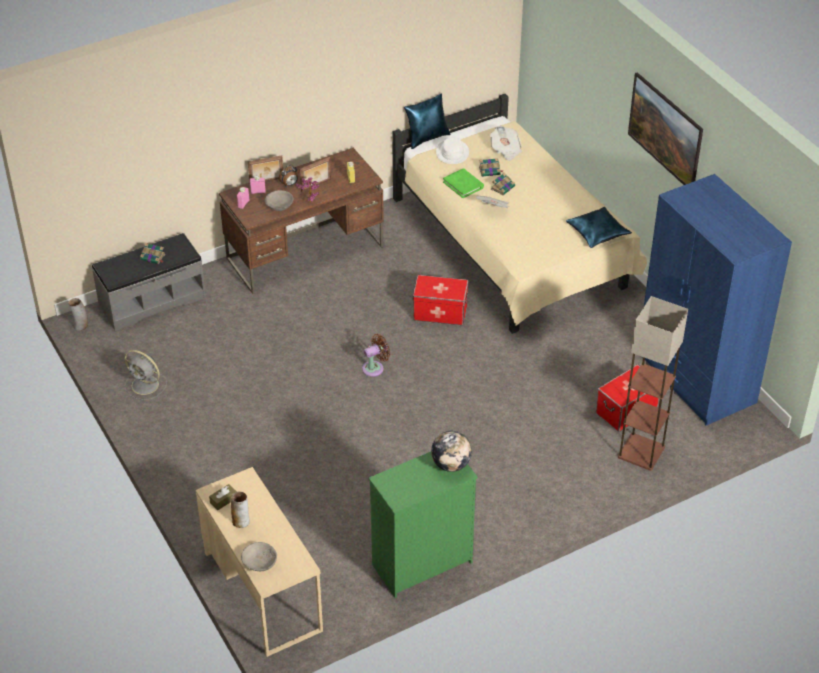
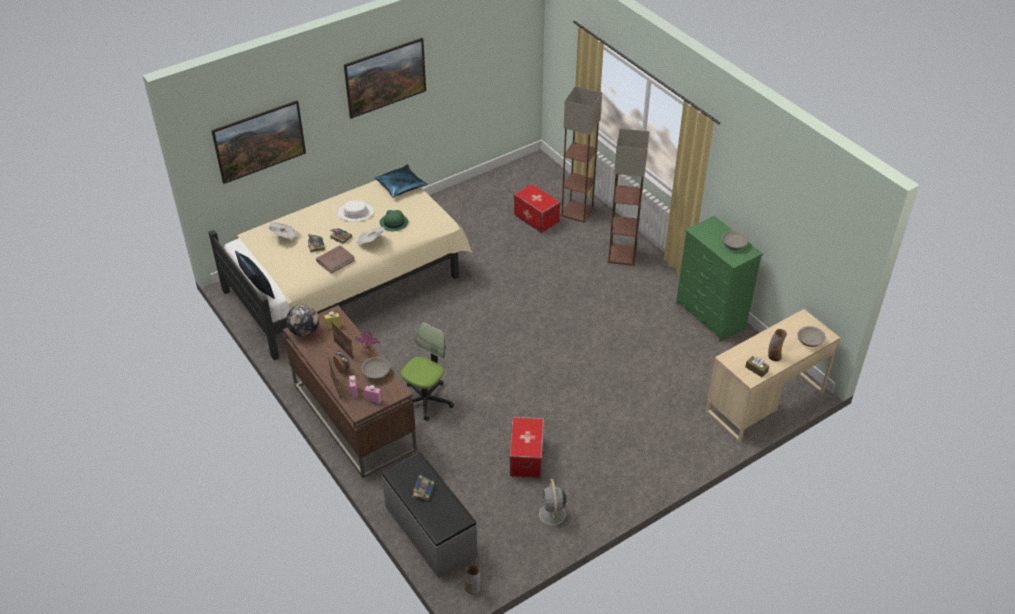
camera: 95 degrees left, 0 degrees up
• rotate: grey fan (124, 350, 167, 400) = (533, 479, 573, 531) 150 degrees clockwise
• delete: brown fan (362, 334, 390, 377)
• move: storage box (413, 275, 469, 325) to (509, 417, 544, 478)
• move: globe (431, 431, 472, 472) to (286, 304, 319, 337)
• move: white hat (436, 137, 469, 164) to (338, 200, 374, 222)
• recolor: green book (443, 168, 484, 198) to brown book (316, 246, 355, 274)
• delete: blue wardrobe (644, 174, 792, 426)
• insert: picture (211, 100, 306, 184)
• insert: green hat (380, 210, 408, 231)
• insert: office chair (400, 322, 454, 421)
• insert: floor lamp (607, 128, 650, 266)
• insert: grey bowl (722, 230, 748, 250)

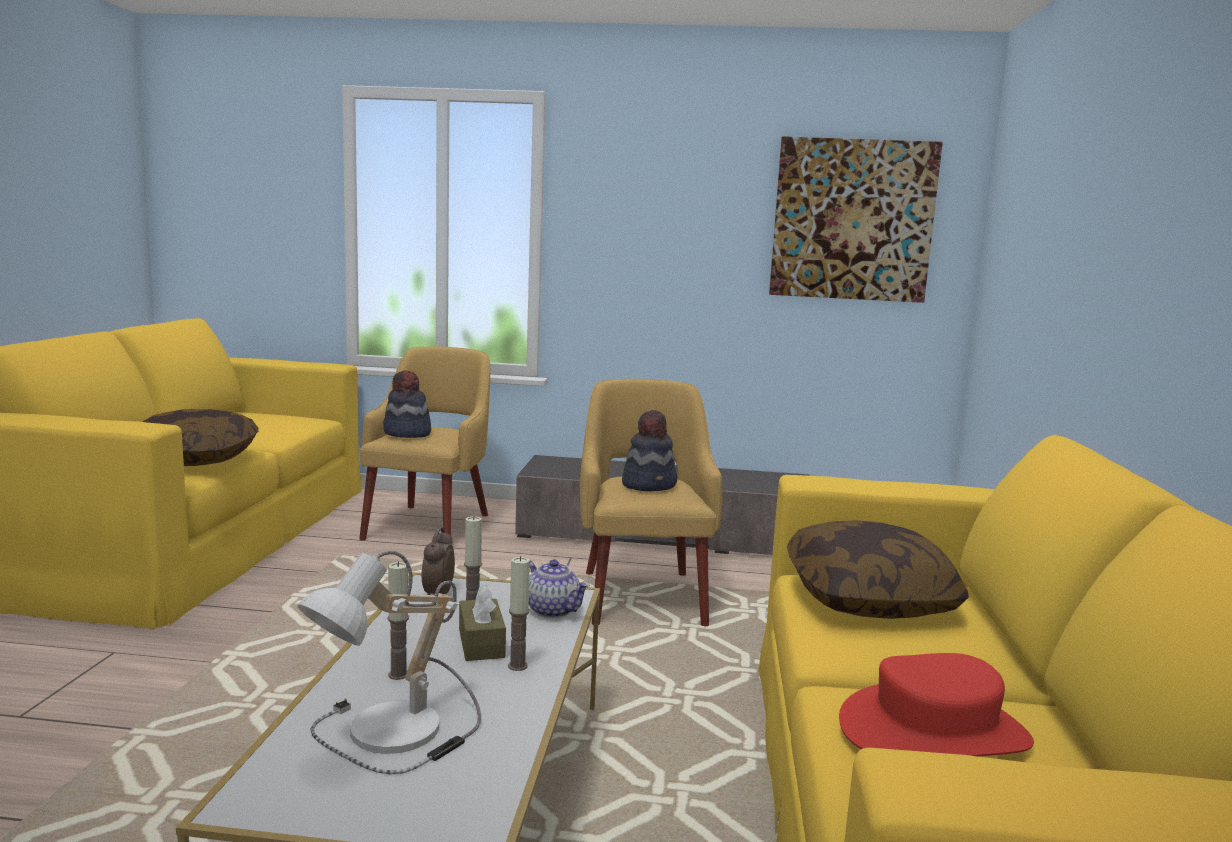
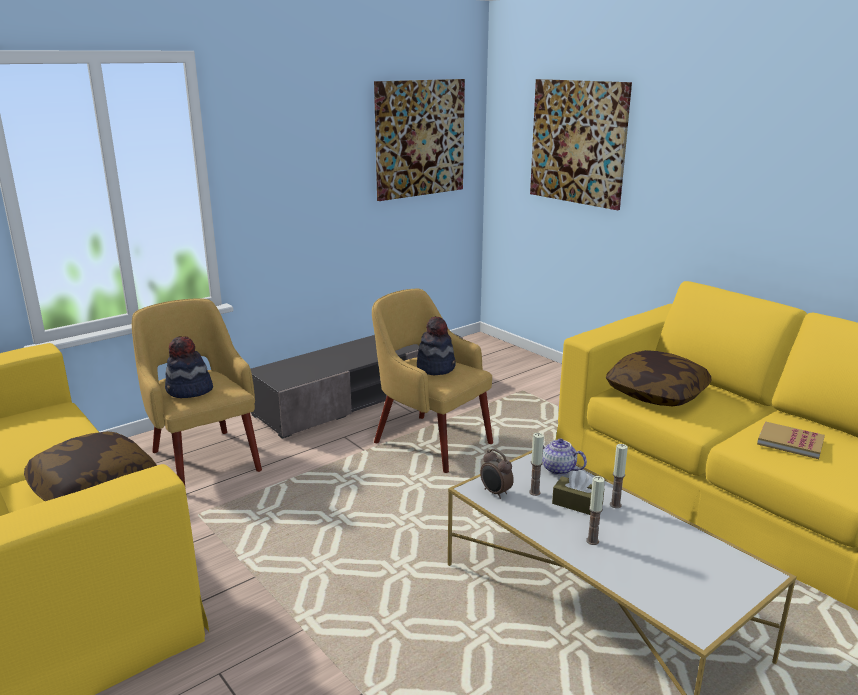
camera: 45 degrees left, 10 degrees up
• delete: table lamp (297, 551, 481, 775)
• rotate: teapot (529, 559, 590, 618) = (542, 438, 587, 475) 135 degrees counterclockwise
• replace: red hat (839, 653, 1034, 757) to book (757, 421, 825, 459)
• insert: picture (530, 79, 632, 210)

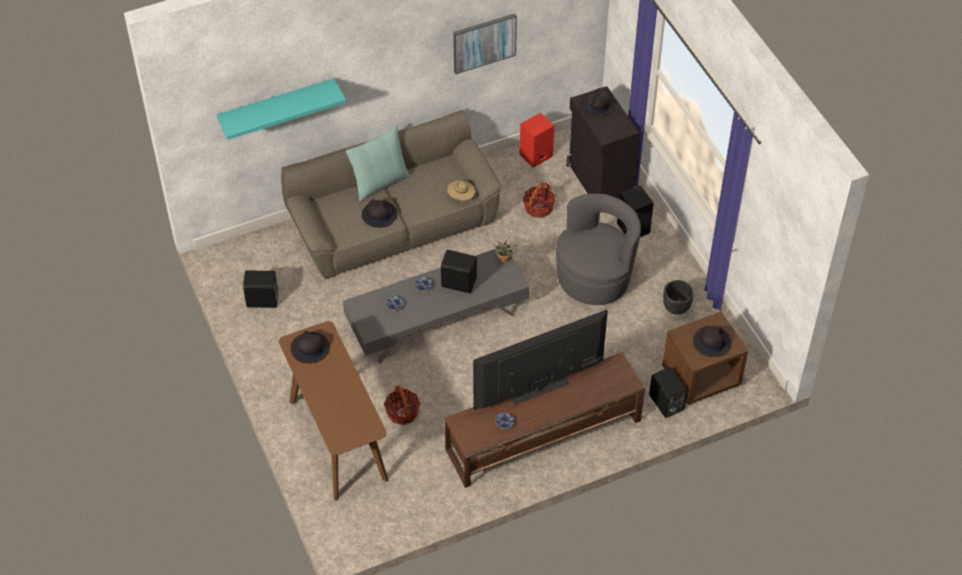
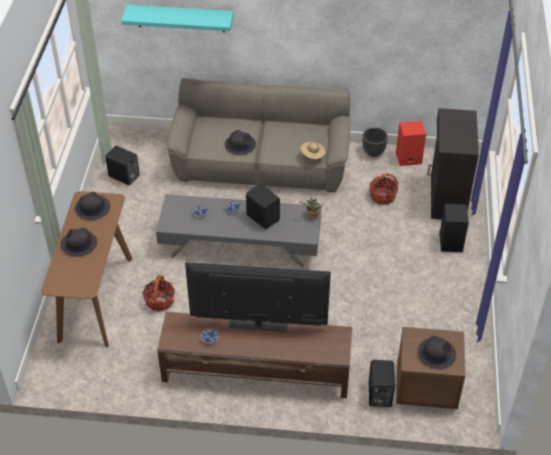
camera: 30 degrees right, 5 degrees down
• delete: pillow (346, 125, 410, 201)
• delete: picture (453, 13, 517, 74)
• delete: grey armchair (556, 194, 641, 305)
• move: black hat (580, 88, 615, 117) to (60, 228, 97, 257)
• move: black planter (663, 280, 694, 315) to (363, 128, 388, 157)

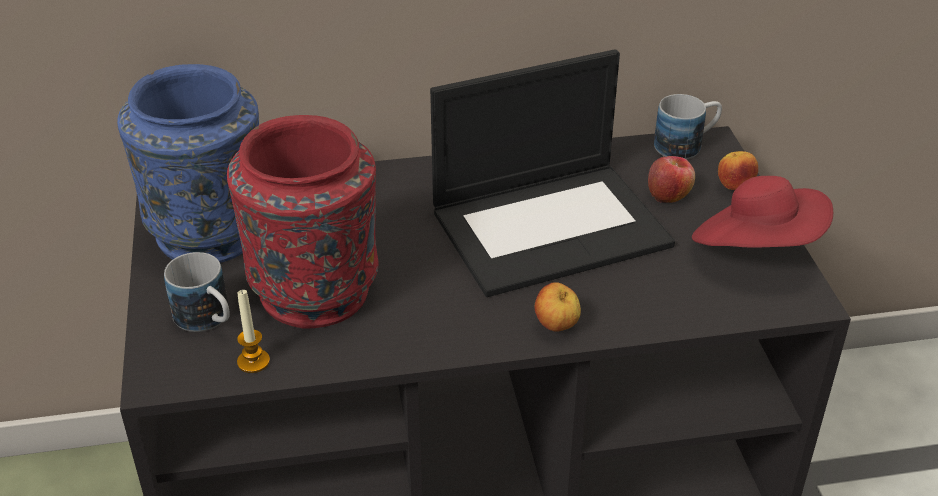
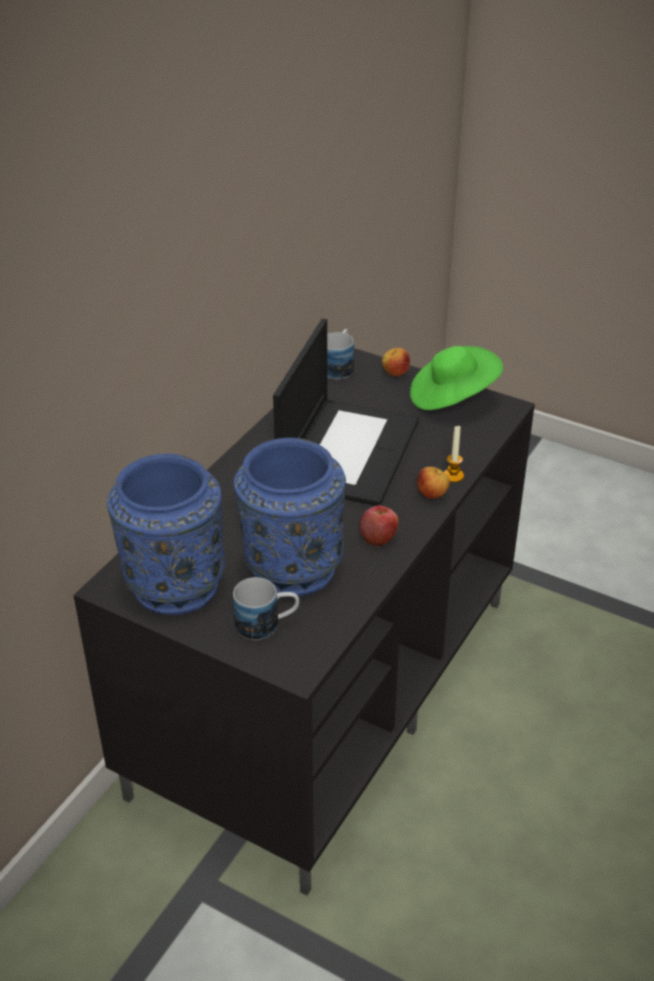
camera: 50 degrees left, 0 degrees up
• recolor: red vase (227, 115, 378, 329) to blue vase (234, 438, 346, 596)
• move: candle (237, 289, 270, 373) to (444, 426, 464, 483)
• move: apple (648, 156, 695, 203) to (359, 506, 399, 547)
• recolor: red hat (692, 176, 833, 248) to green hat (410, 346, 503, 410)

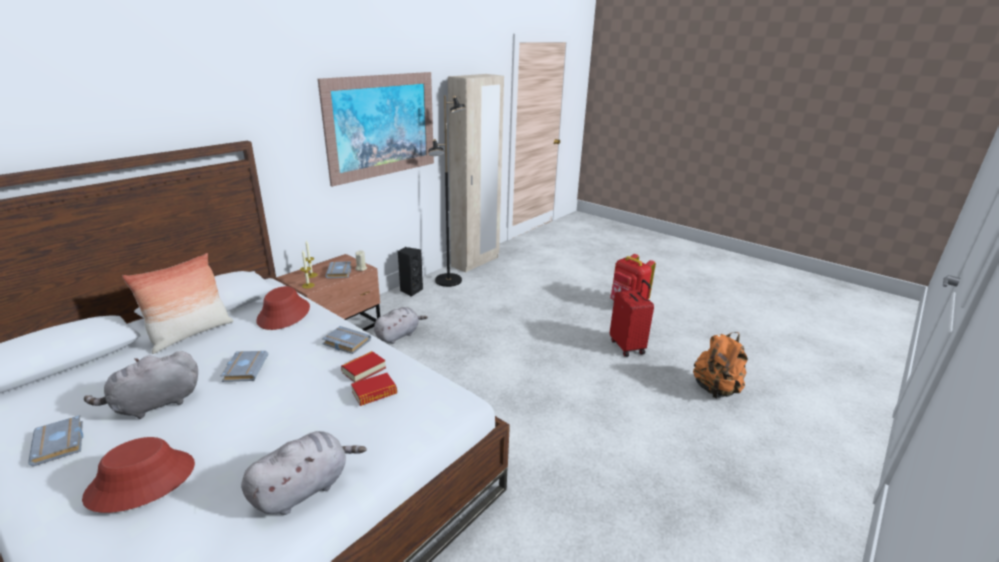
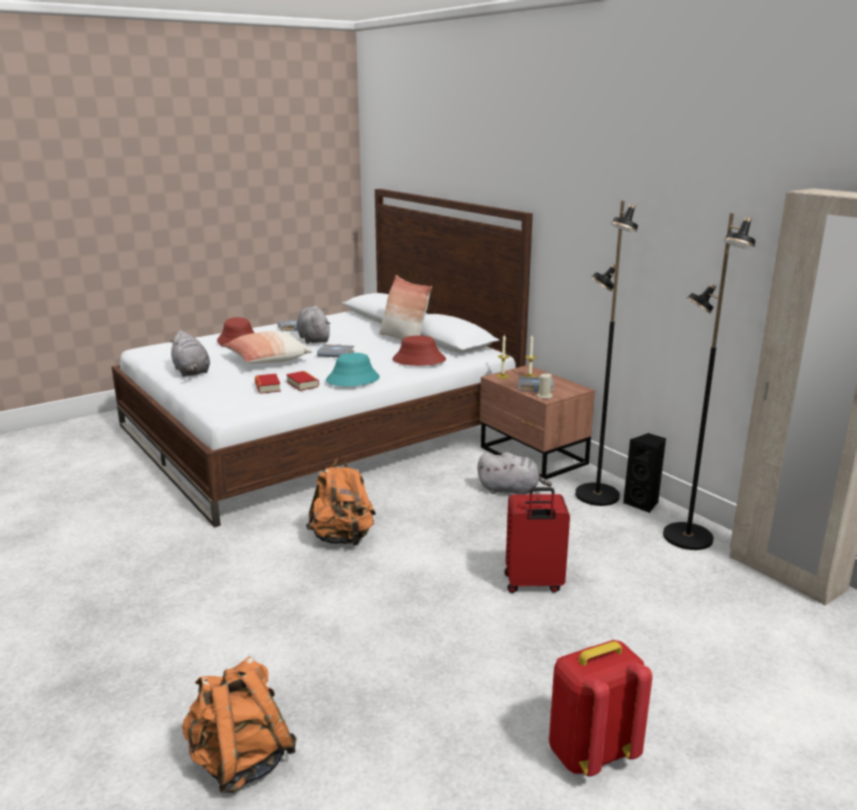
camera: 105 degrees right, 5 degrees down
• delete: picture (318, 72, 434, 187)
• replace: grey book (322, 326, 371, 354) to turquoise hat (326, 353, 380, 386)
• rotate: grey plush toy (374, 307, 428, 344) = (477, 452, 552, 494) 45 degrees counterclockwise
• move: red suitcase (610, 280, 654, 357) to (504, 487, 570, 593)
• insert: pillow (223, 331, 312, 364)
• insert: orange backpack (306, 456, 376, 546)
• insert: black floor lamp (575, 200, 638, 506)

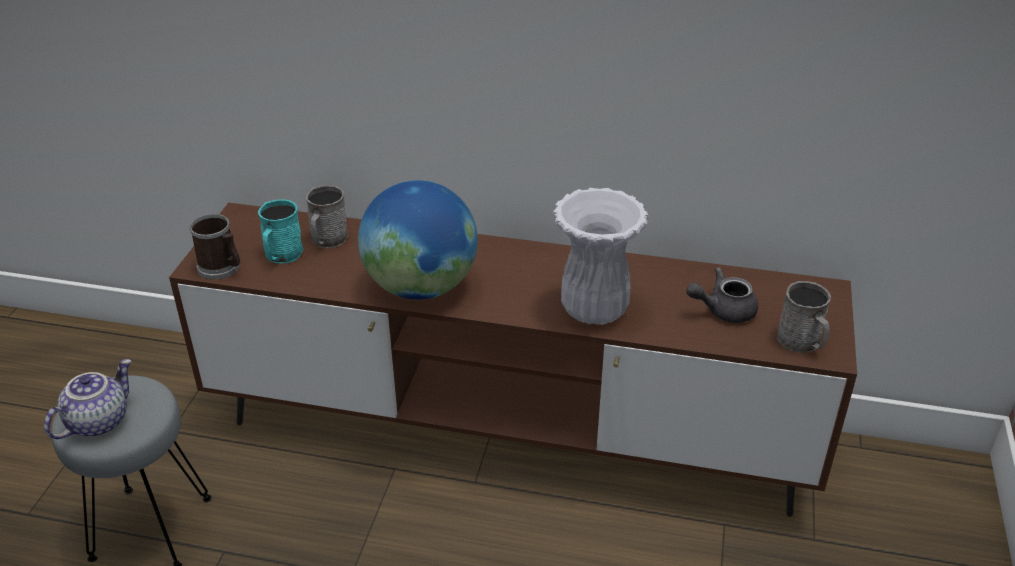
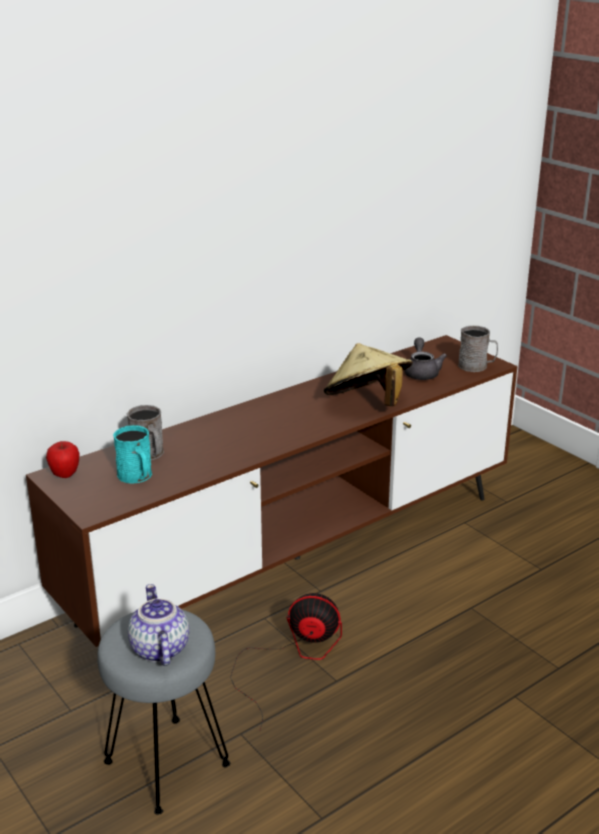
camera: 50 degrees left, 10 degrees down
• delete: mug (189, 214, 240, 280)
• delete: globe (358, 180, 478, 300)
• replace: white vase (552, 188, 649, 325) to beige hat (324, 343, 413, 406)
• rotate: grey teapot (686, 268, 758, 323) = (404, 337, 447, 380) 150 degrees clockwise
• insert: apple (46, 441, 80, 478)
• insert: fan (230, 593, 342, 730)

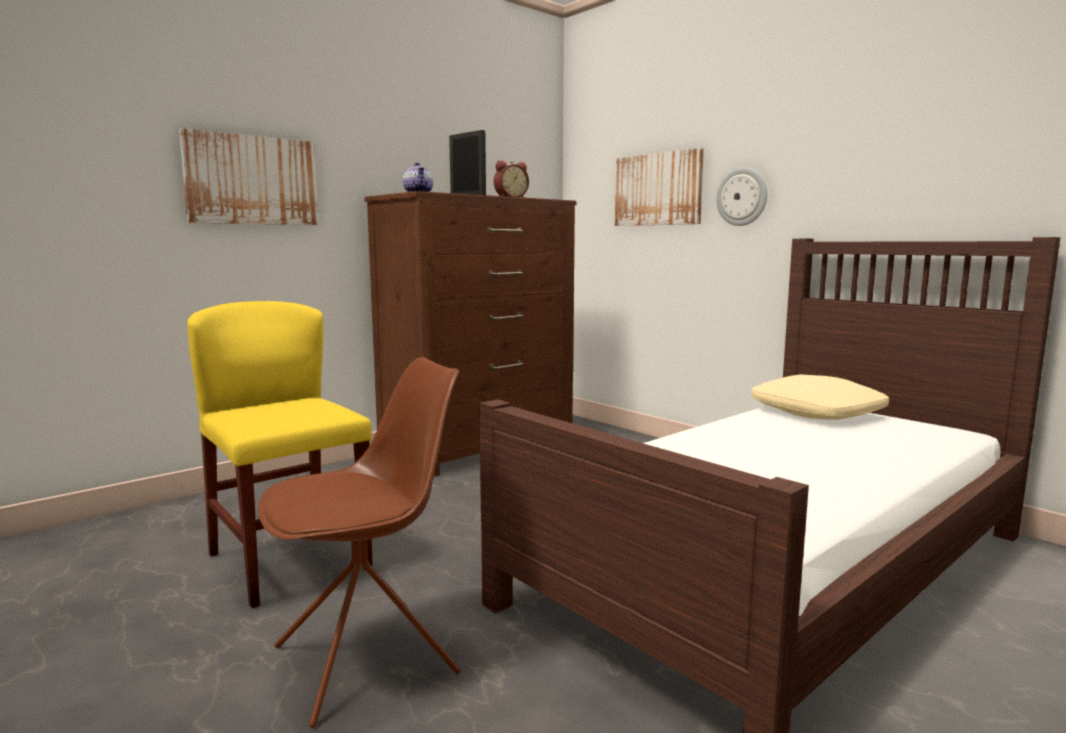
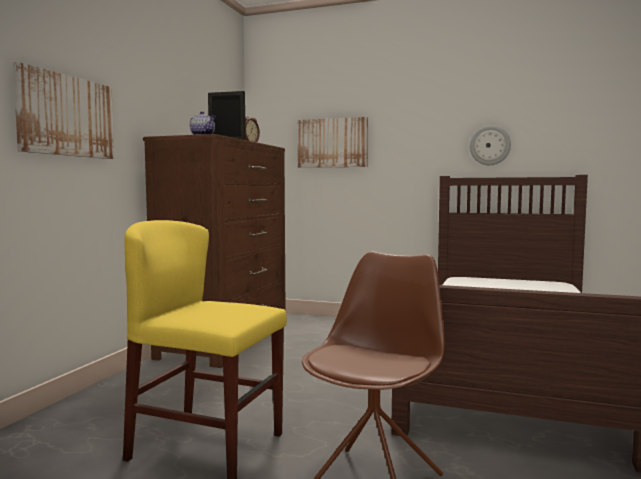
camera: 30 degrees left, 5 degrees down
• move: wall clock (716, 167, 768, 226) to (470, 126, 511, 165)
• delete: beige pillow (752, 374, 889, 420)

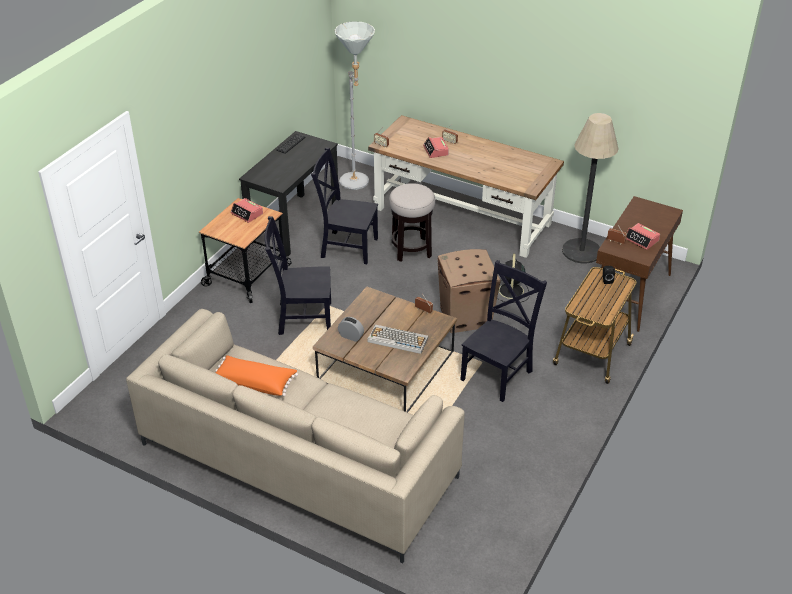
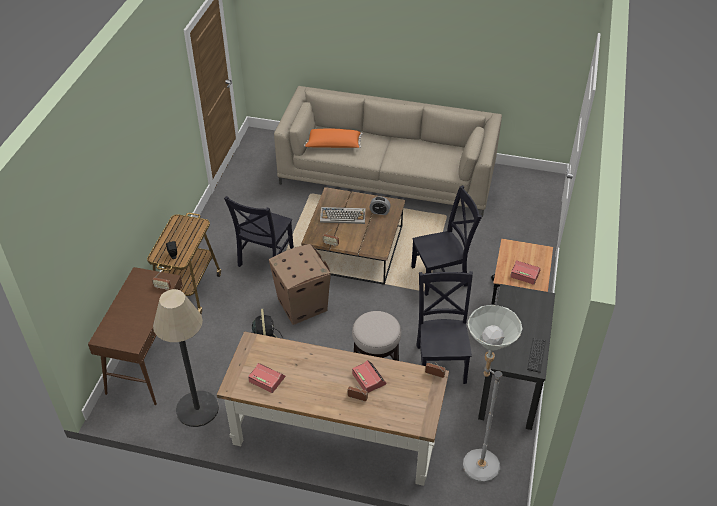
camera: 165 degrees right, 5 degrees up
• move: orange pillow (214, 355, 298, 396) to (304, 129, 363, 148)
• rotate: black chair (311, 147, 378, 264) = (416, 271, 473, 384) 90 degrees counterclockwise
• move: alarm clock (626, 223, 660, 250) to (248, 363, 285, 393)

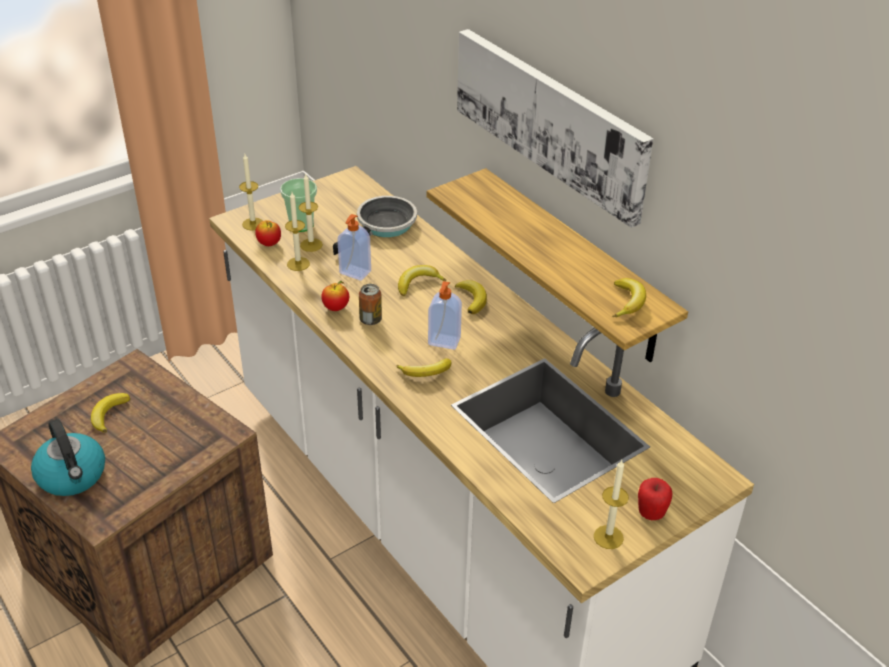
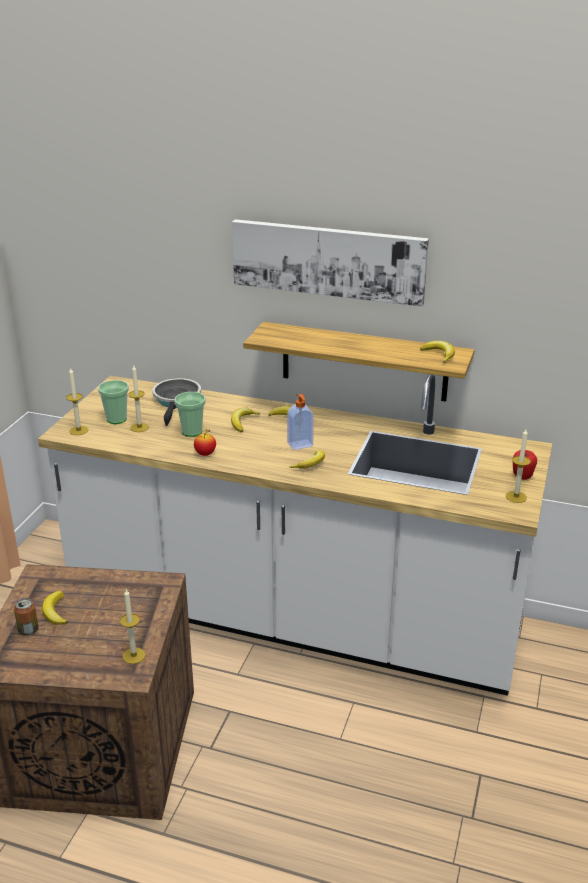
camera: 35 degrees left, 10 degrees down
• delete: kettle (31, 419, 105, 496)
• delete: apple (255, 220, 281, 246)
• move: candle (285, 192, 310, 271) to (120, 589, 145, 664)
• replace: soap dispenser (337, 214, 371, 281) to cup (174, 392, 206, 437)
• move: can (359, 284, 382, 325) to (14, 598, 39, 636)

